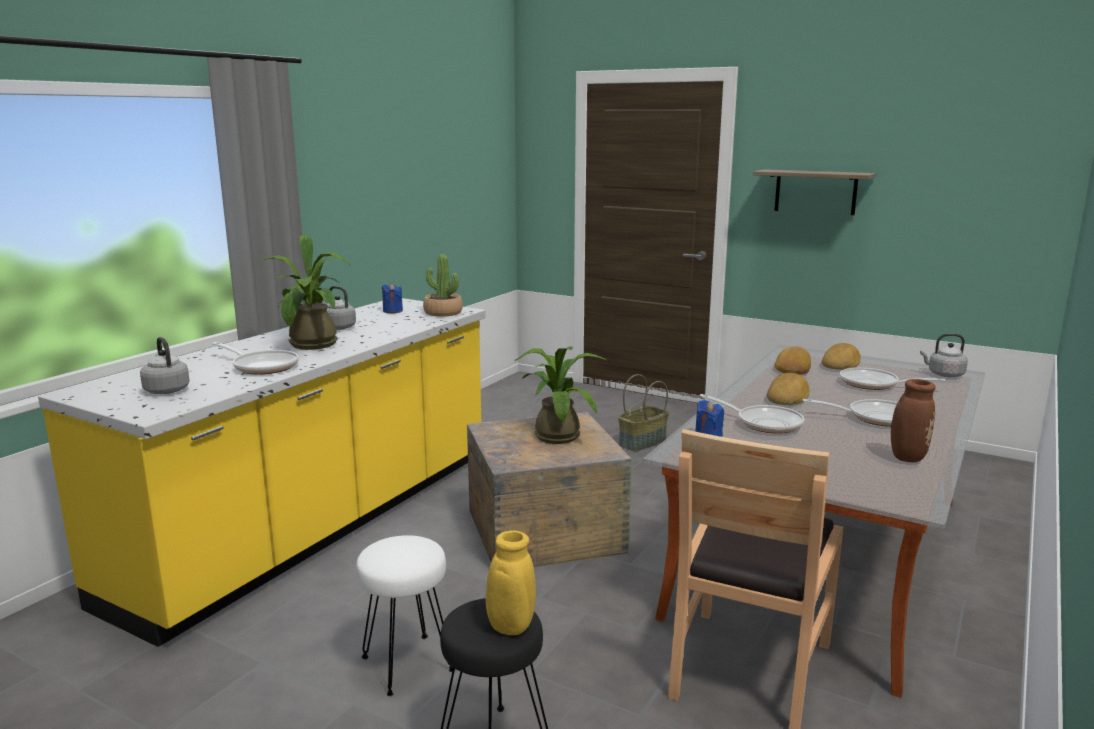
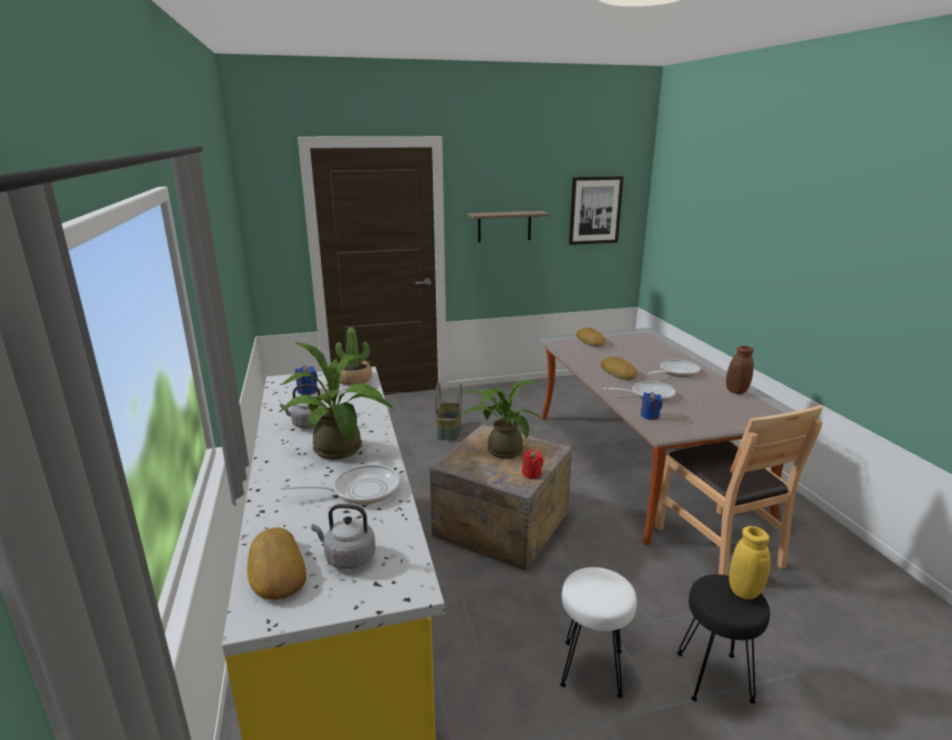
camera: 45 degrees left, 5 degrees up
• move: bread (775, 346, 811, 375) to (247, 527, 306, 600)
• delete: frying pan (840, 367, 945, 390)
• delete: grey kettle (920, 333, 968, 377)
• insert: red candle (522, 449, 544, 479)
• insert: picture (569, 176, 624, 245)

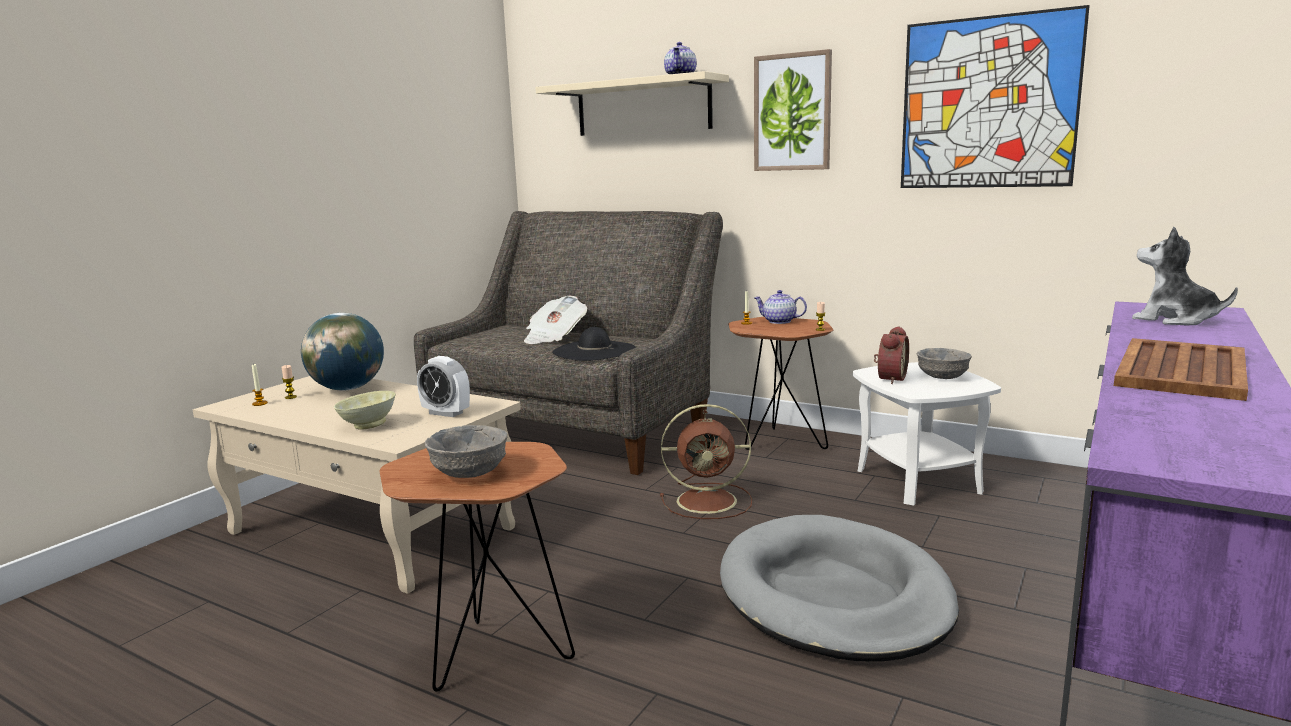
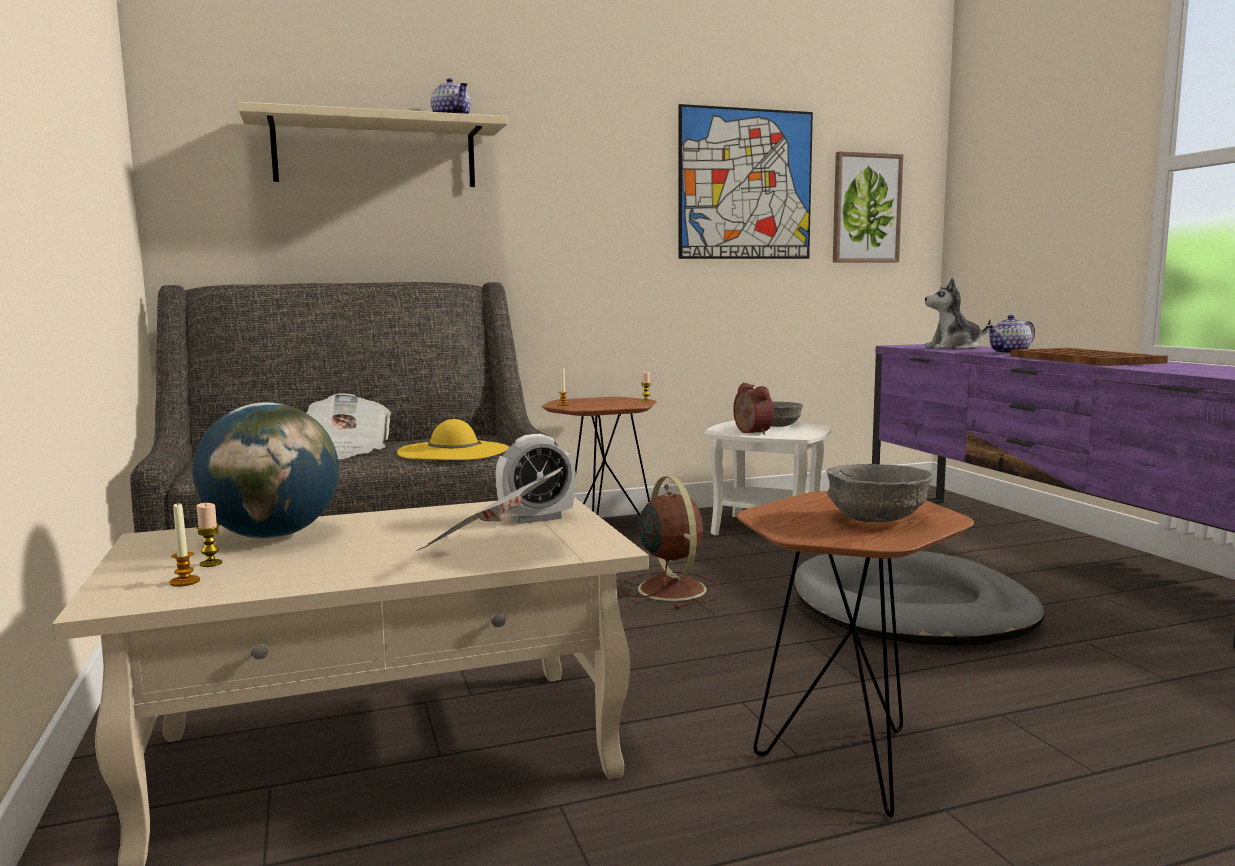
camera: 50 degrees left, 5 degrees down
• replace: beige bowl (334, 391, 396, 430) to newspaper (416, 467, 563, 551)
• recolor: black hat (552, 327, 636, 361) to yellow hat (397, 419, 509, 460)
• rotate: brown fan (660, 404, 752, 519) = (619, 476, 722, 609) 60 degrees counterclockwise
• move: picture (754, 49, 832, 171) to (833, 151, 903, 263)
• move: teapot (754, 290, 807, 324) to (987, 315, 1035, 354)

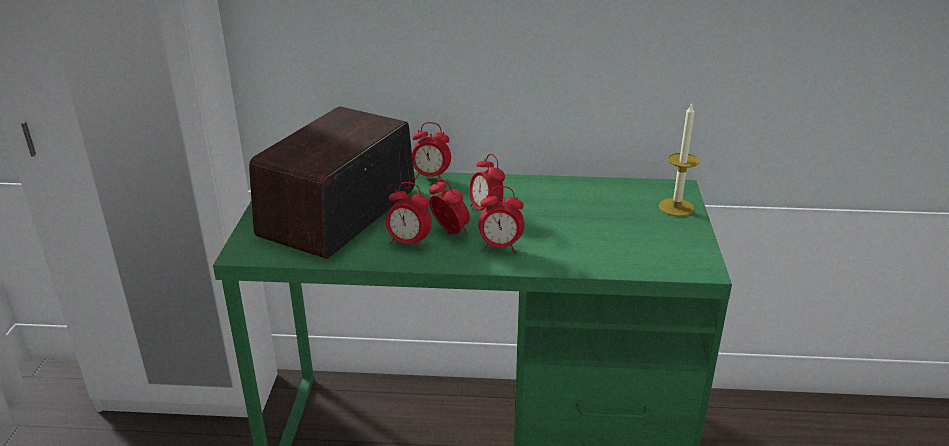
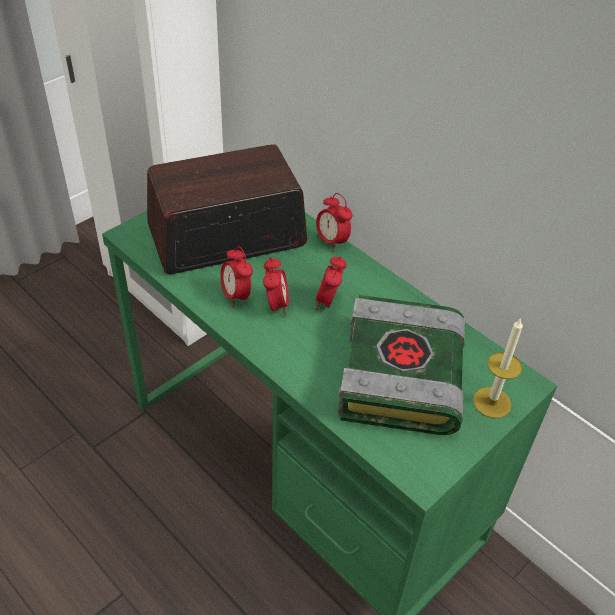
camera: 40 degrees right, 15 degrees up
• delete: alarm clock (478, 186, 524, 253)
• insert: book (338, 295, 465, 435)

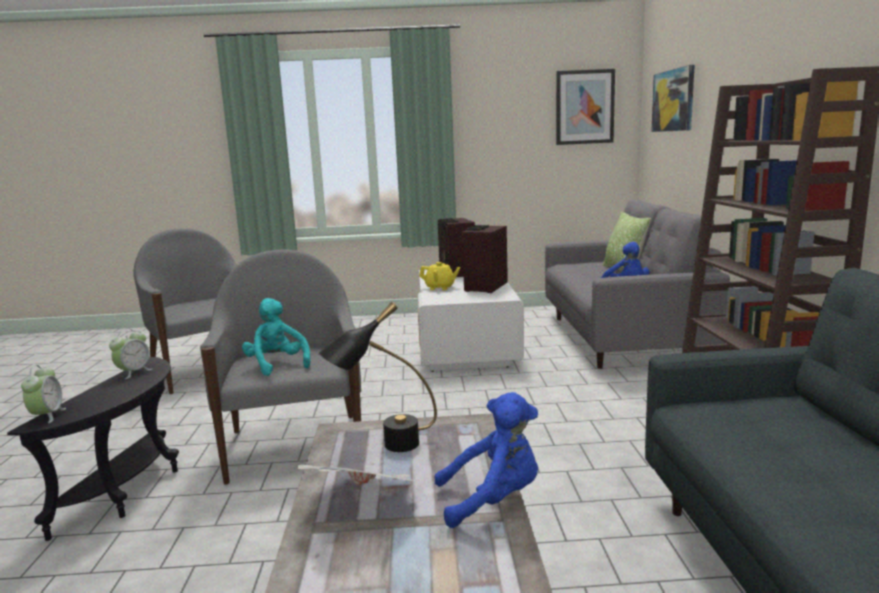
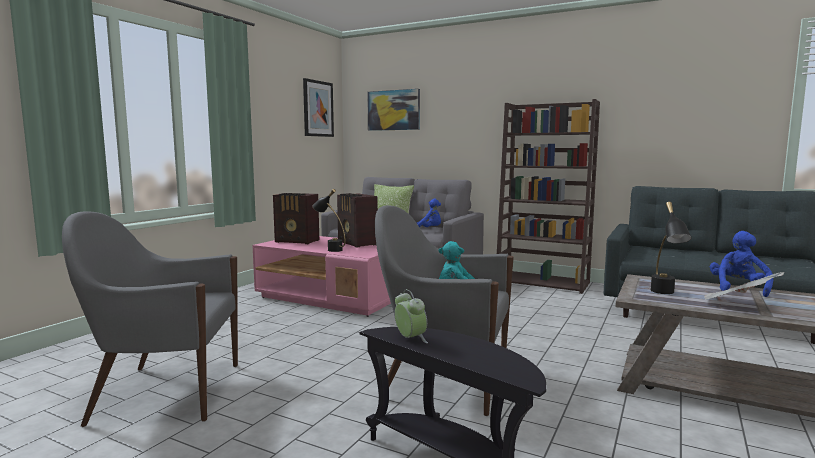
camera: 60 degrees left, 5 degrees down
• delete: alarm clock (21, 365, 66, 423)
• recolor: white coffee table (418, 270, 524, 372) to pink coffee table (253, 236, 391, 317)
• replace: yellow teapot (419, 262, 460, 290) to black table lamp (312, 189, 346, 252)

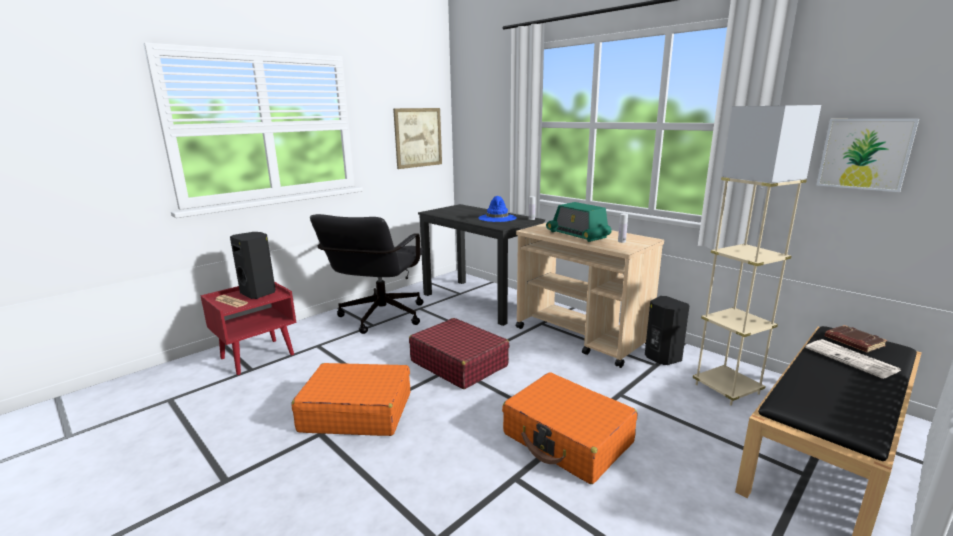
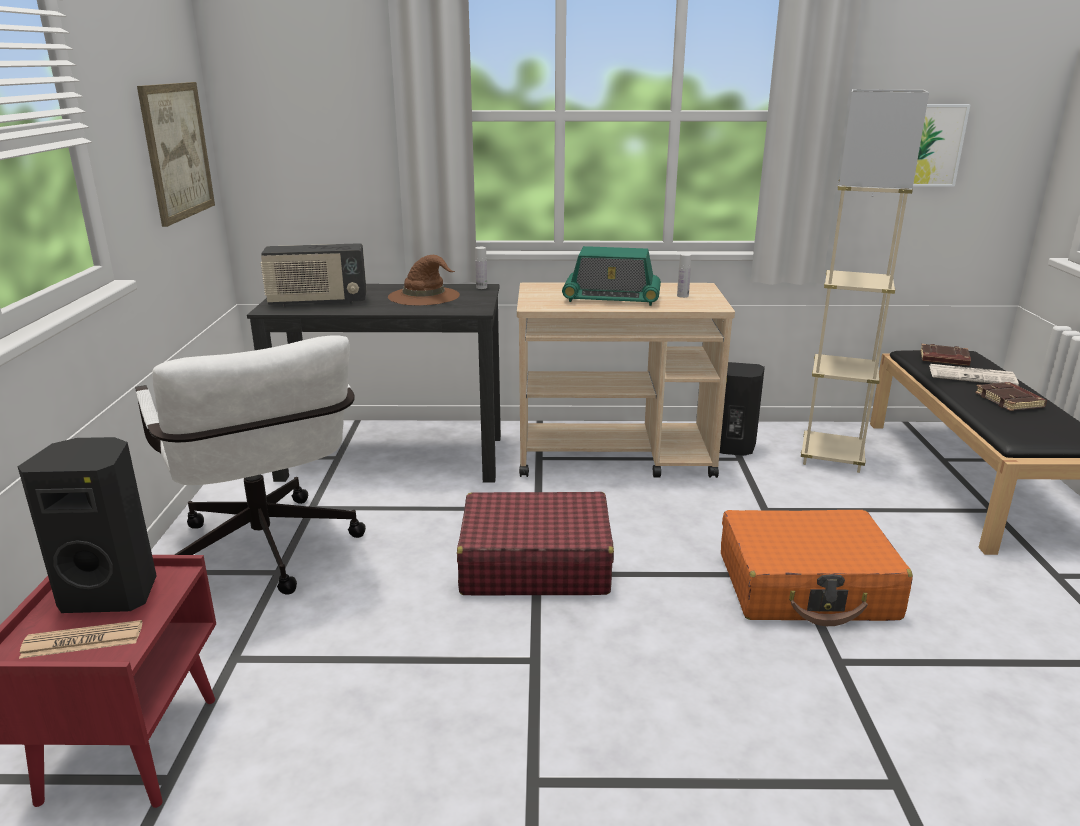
camera: 45 degrees left, 5 degrees up
• delete: orange suitcase (291, 363, 410, 436)
• recolor: black office chair (310, 214, 424, 334) to white office chair (135, 335, 366, 595)
• recolor: blue hat (478, 196, 517, 222) to brown hat (388, 255, 460, 305)
• insert: radio (261, 243, 367, 306)
• insert: brown book (975, 382, 1047, 411)

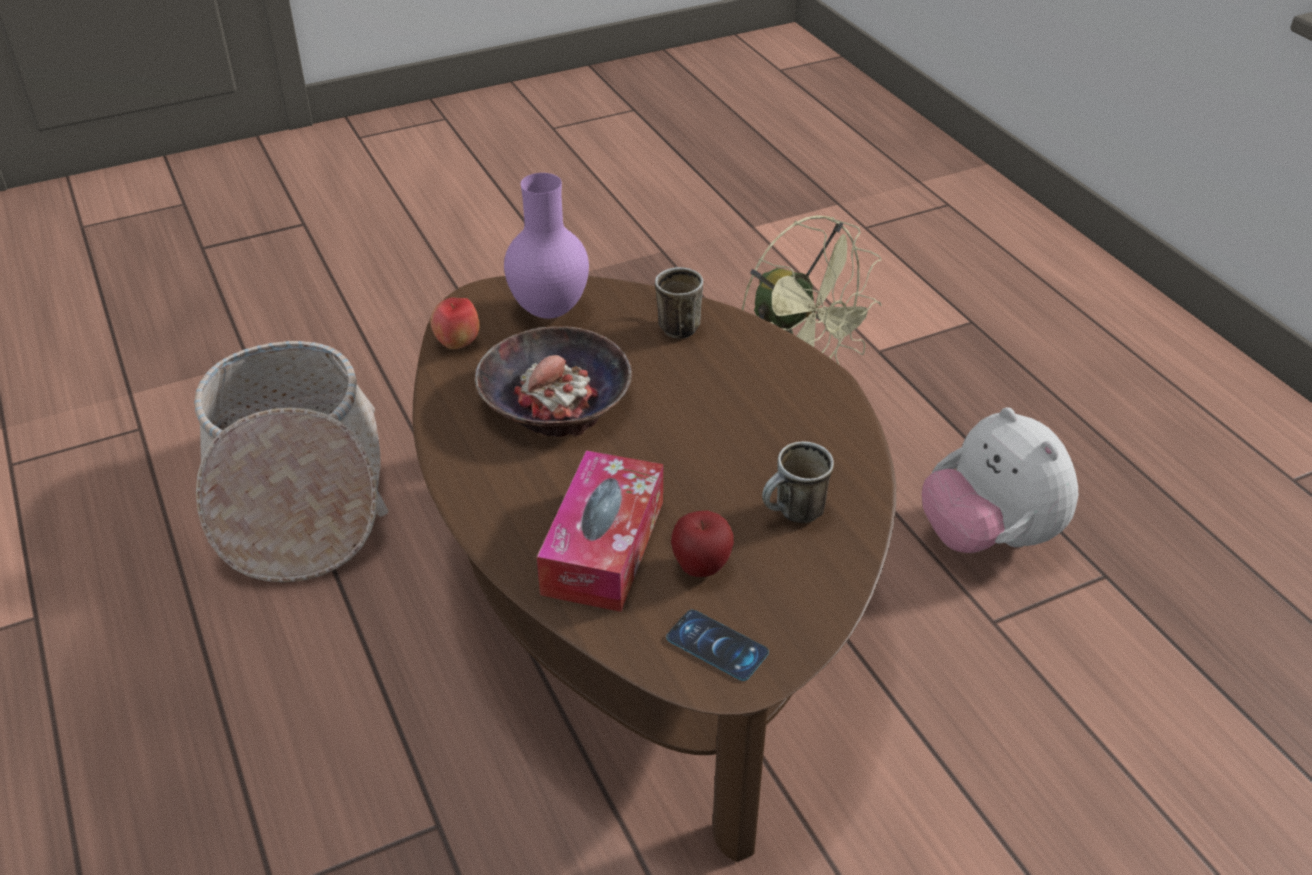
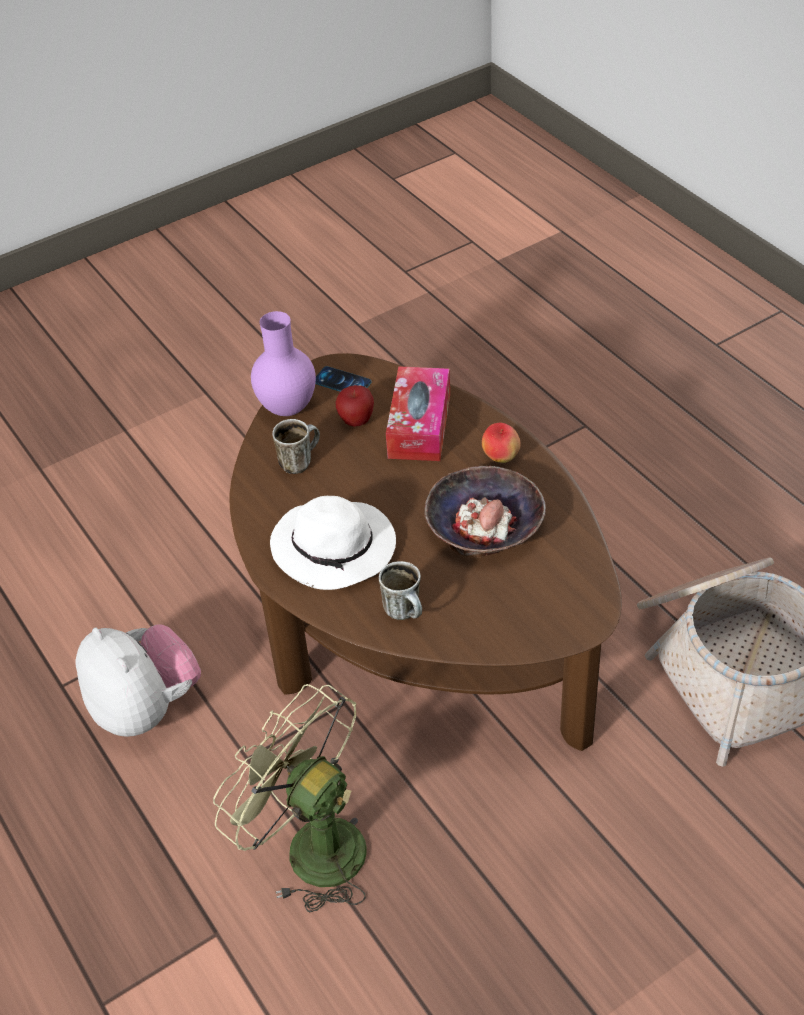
camera: 175 degrees right, 5 degrees up
• move: apple (430, 297, 480, 349) to (482, 423, 521, 463)
• move: purple vase (504, 173, 589, 319) to (251, 311, 316, 416)
• insert: white hat (270, 496, 396, 590)

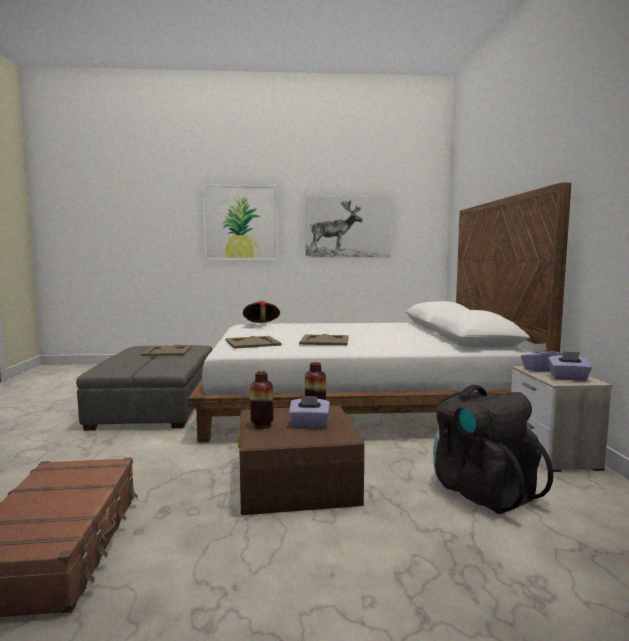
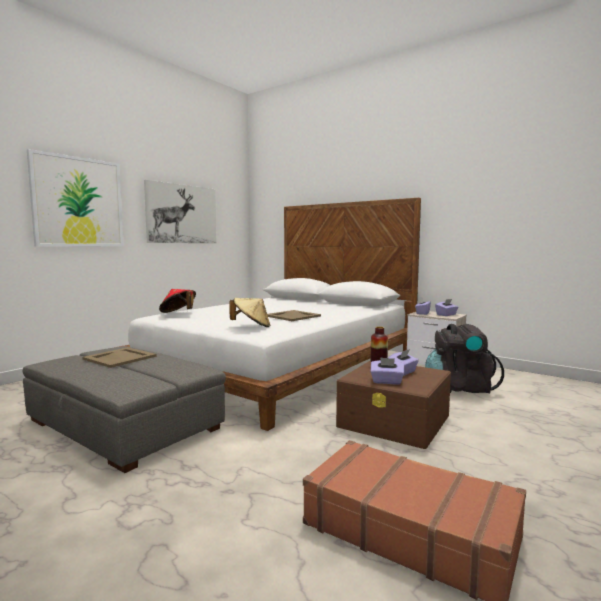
camera: 50 degrees left, 0 degrees up
• replace: beige tray (225, 336, 282, 349) to beige hat (230, 298, 270, 327)
• replace: vase (250, 371, 273, 429) to purple tissue box (370, 357, 404, 385)

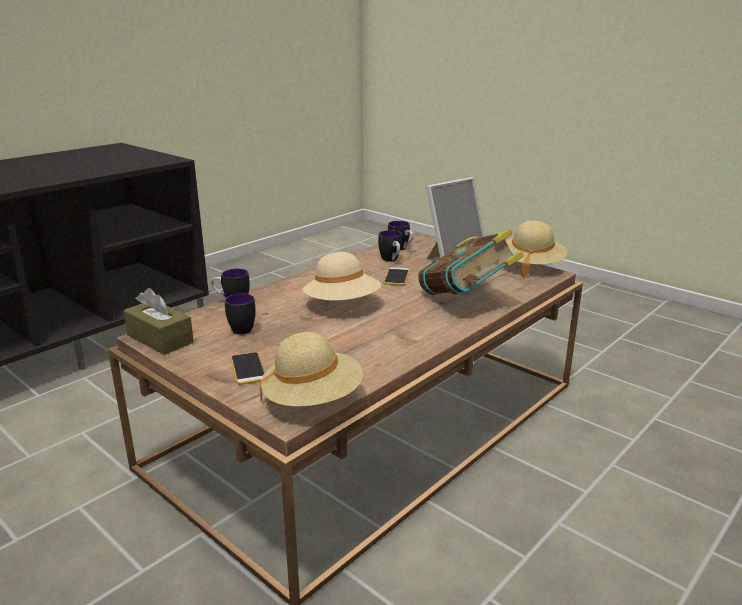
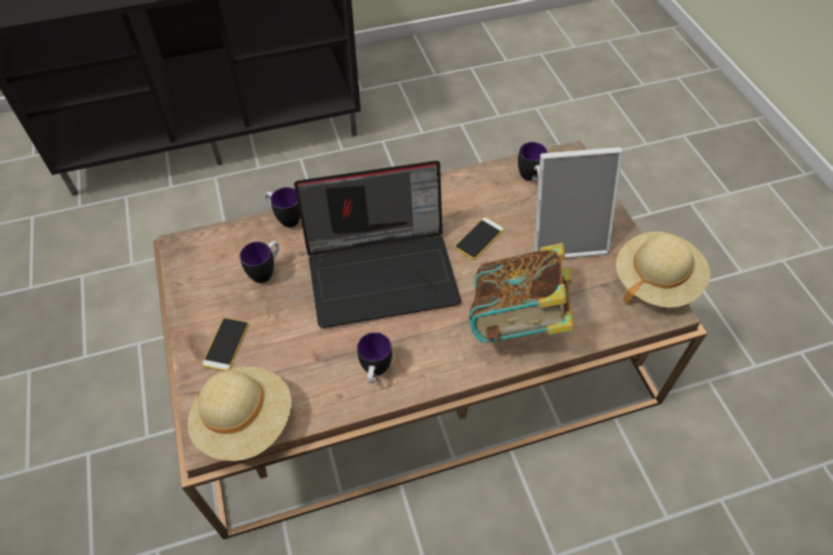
camera: 30 degrees right, 30 degrees up
• delete: brown tissue box (123, 288, 194, 355)
• replace: beige hat (303, 252, 381, 301) to laptop (294, 161, 461, 328)
• move: mug (378, 230, 401, 262) to (357, 332, 392, 383)

